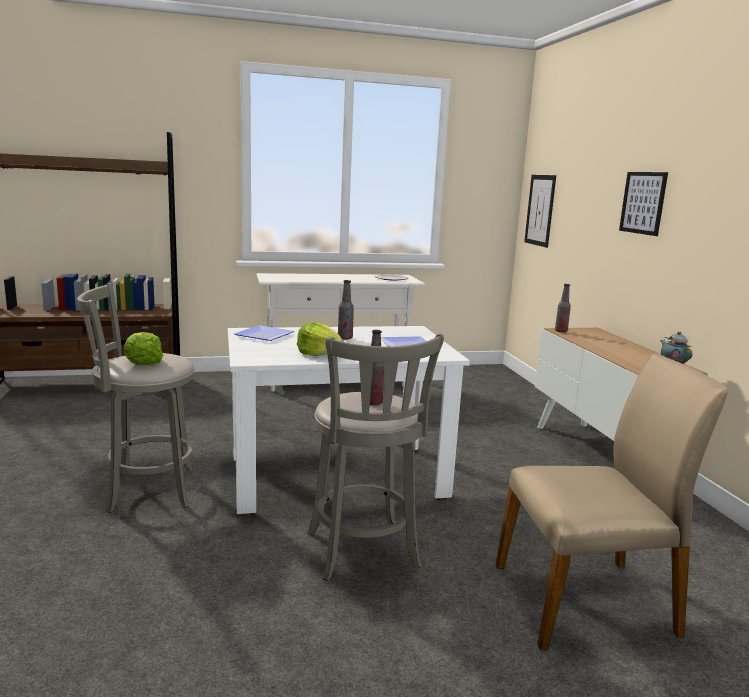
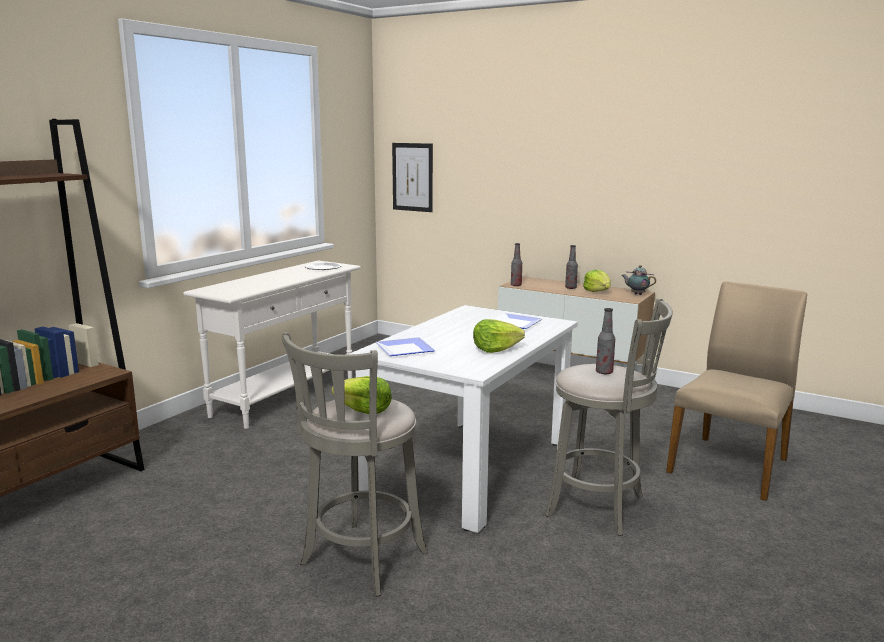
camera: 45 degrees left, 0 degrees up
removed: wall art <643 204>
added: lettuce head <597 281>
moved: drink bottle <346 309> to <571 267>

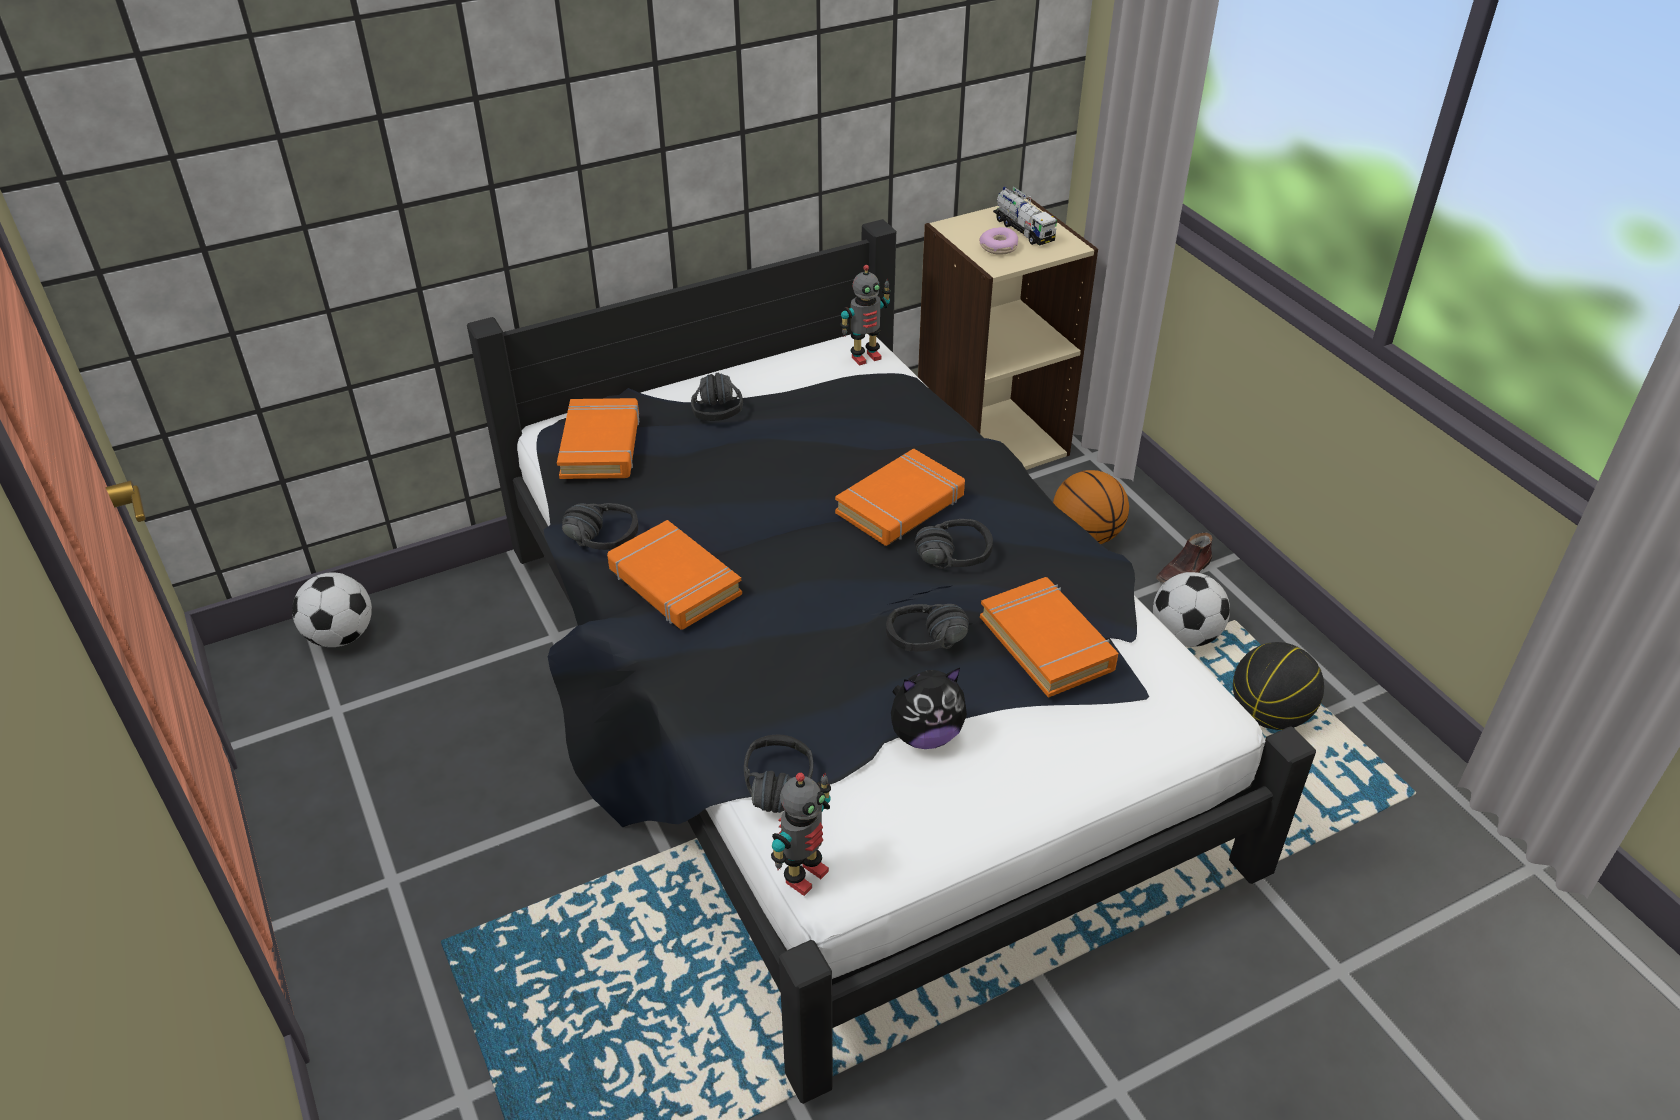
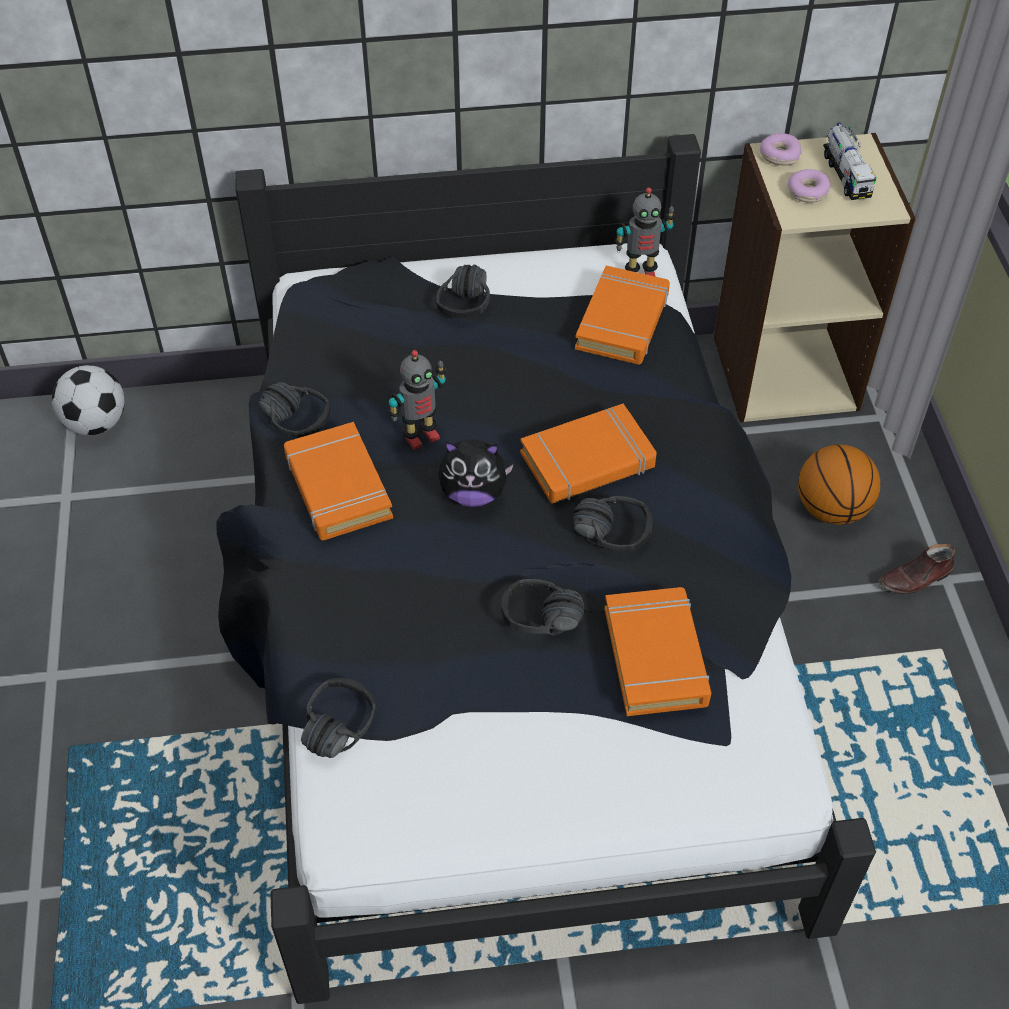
camera: 20 degrees right, 10 degrees up
removed: football <1191 609>; basketball <1278 686>
added: donut <781 149>
moved: orangey bound book <598 438> to <622 315>; toy robot <801 834> to <417 400>; soft toy <929 708> to <476 473>

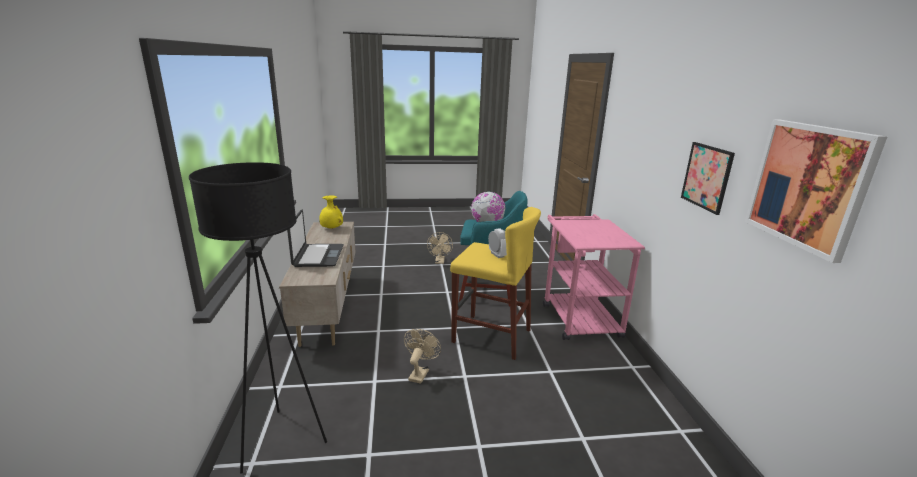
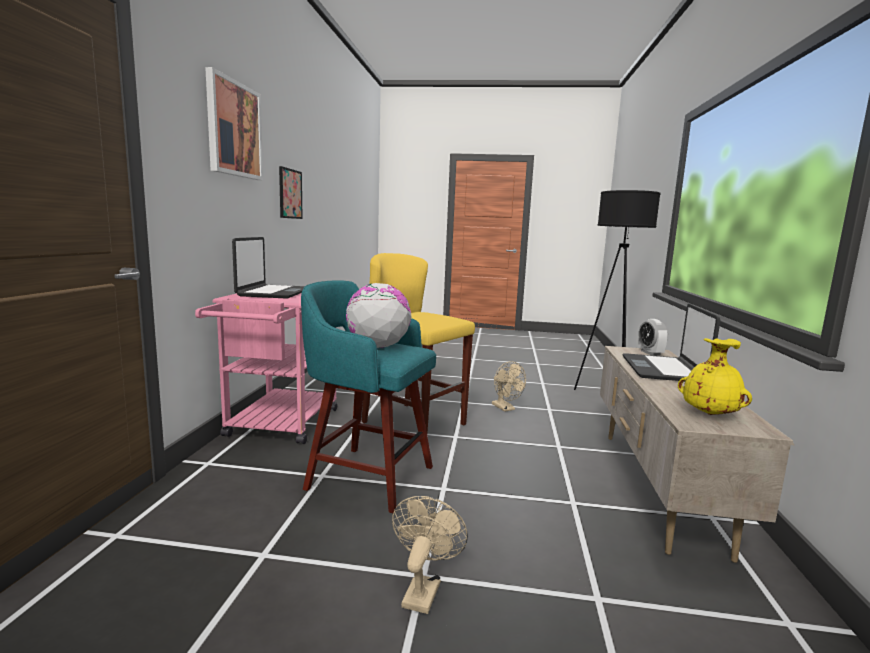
camera: 165 degrees left, 10 degrees down
added: portable computer <268 268>
moved: bedside clock <497 243> to <653 337>; wall art <816 191> to <234 123>
turned: beige-coloured electric fan <422 356> = <509 386> 60 degrees counterclockwise

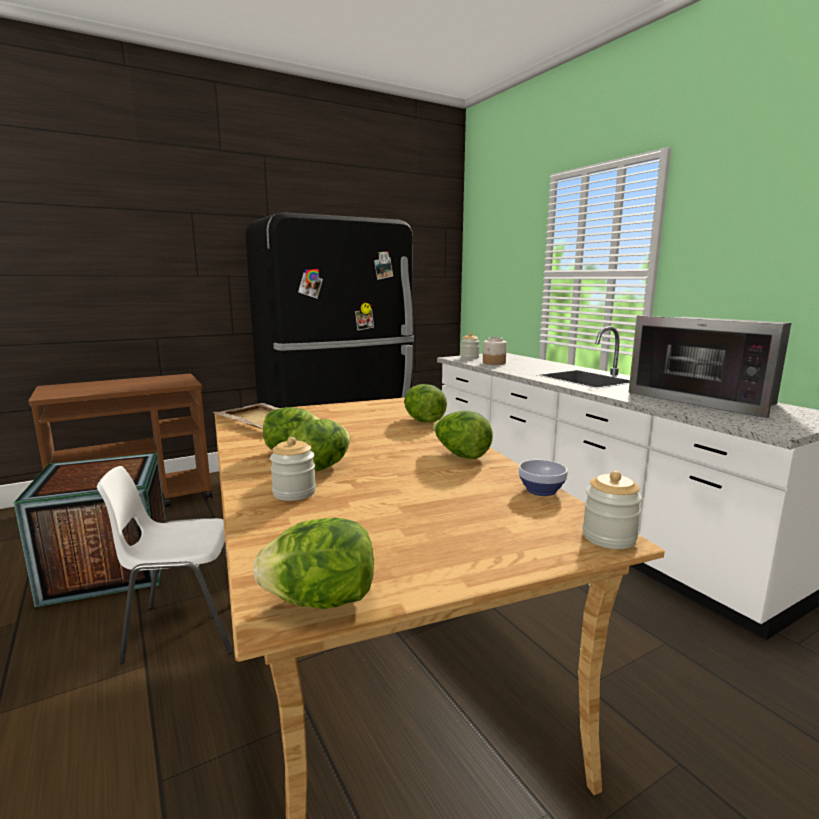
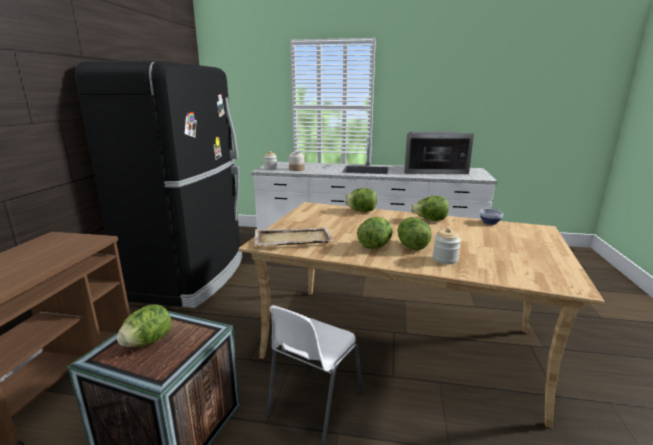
camera: 50 degrees left, 5 degrees up
removed: jar <612 510>
moved: lettuce head <314 563> to <144 325>

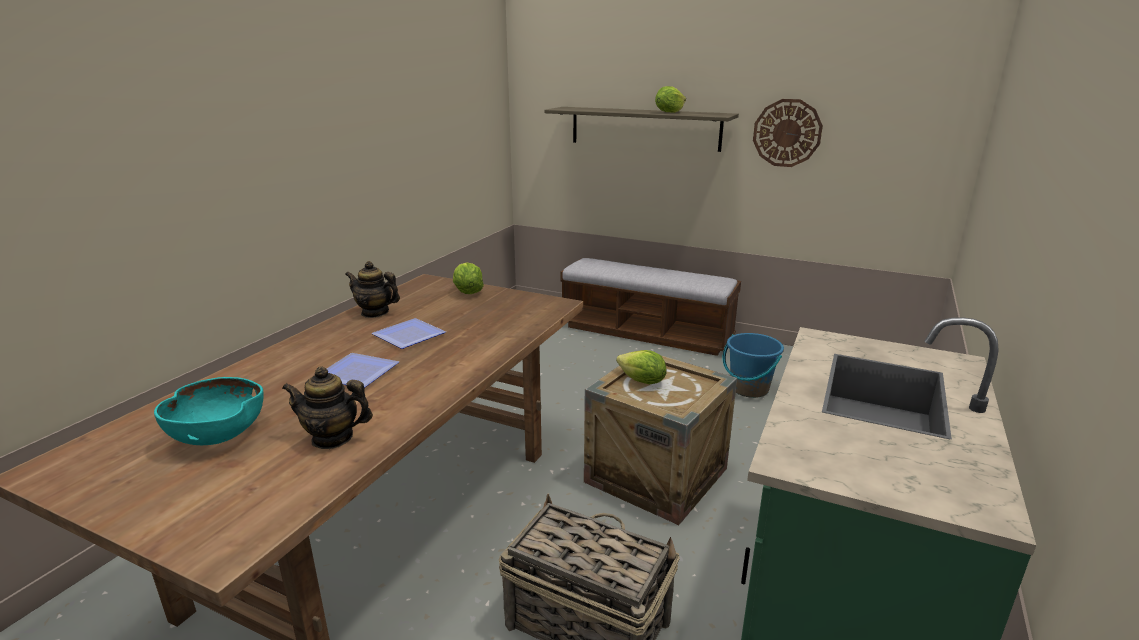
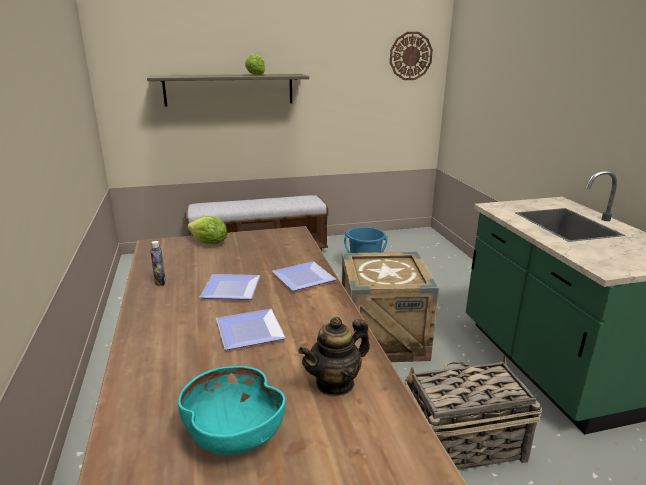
camera: 40 degrees left, 0 degrees up
removed: lettuce head <641 367>
added: flat dish <304 276>
moved: hanging clock <788 133> to <411 56>
replaced: teapot <372 289> to drink bottle <158 263>

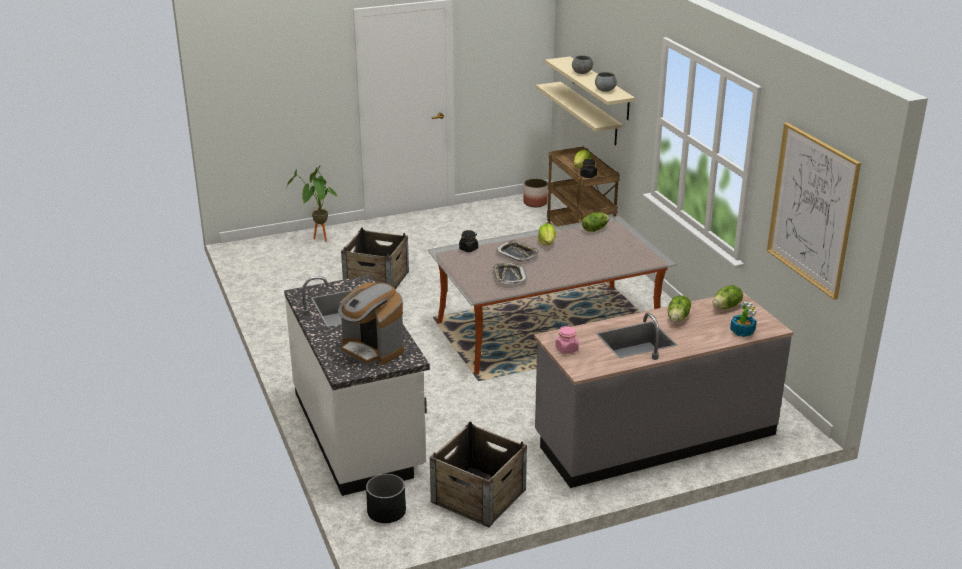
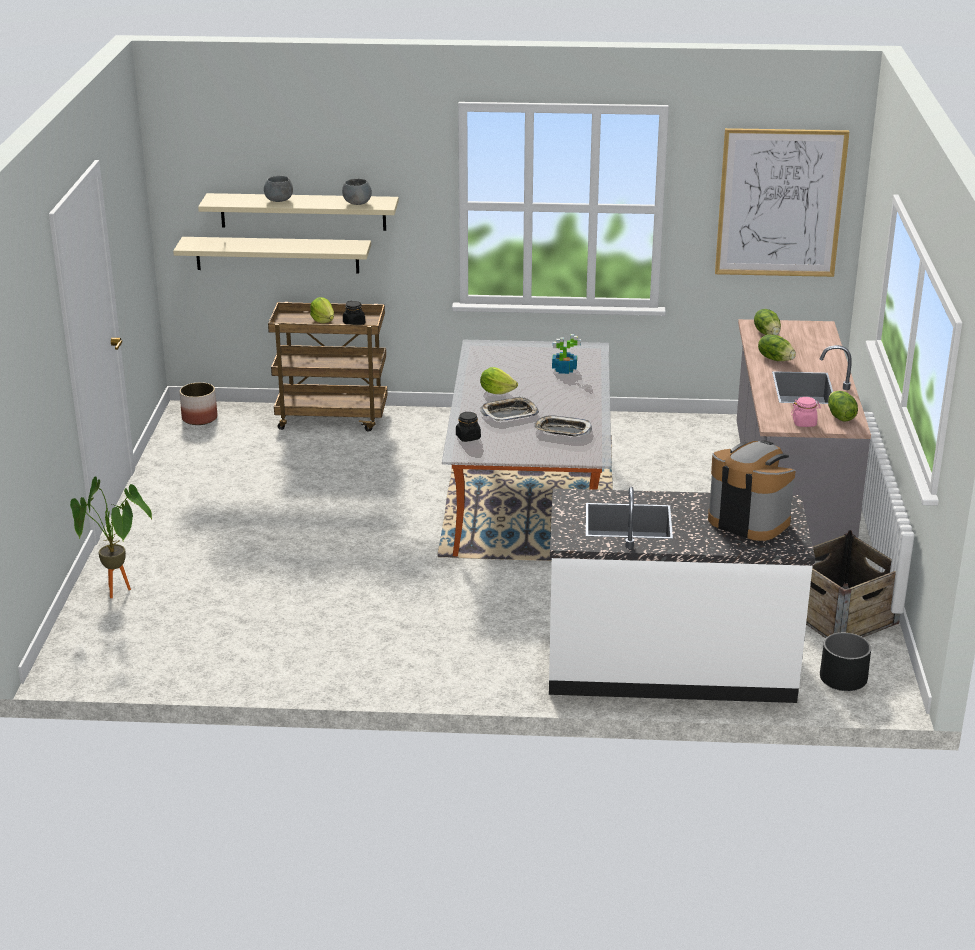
camera: 65 degrees left, 0 degrees up
removed: packing crate <375 258>
moved: lettuce head <595 222> to <843 406>; plant in a pot <743 319> to <566 354>
turned: coffee machine <371 323> = <752 490> 120 degrees counterclockwise

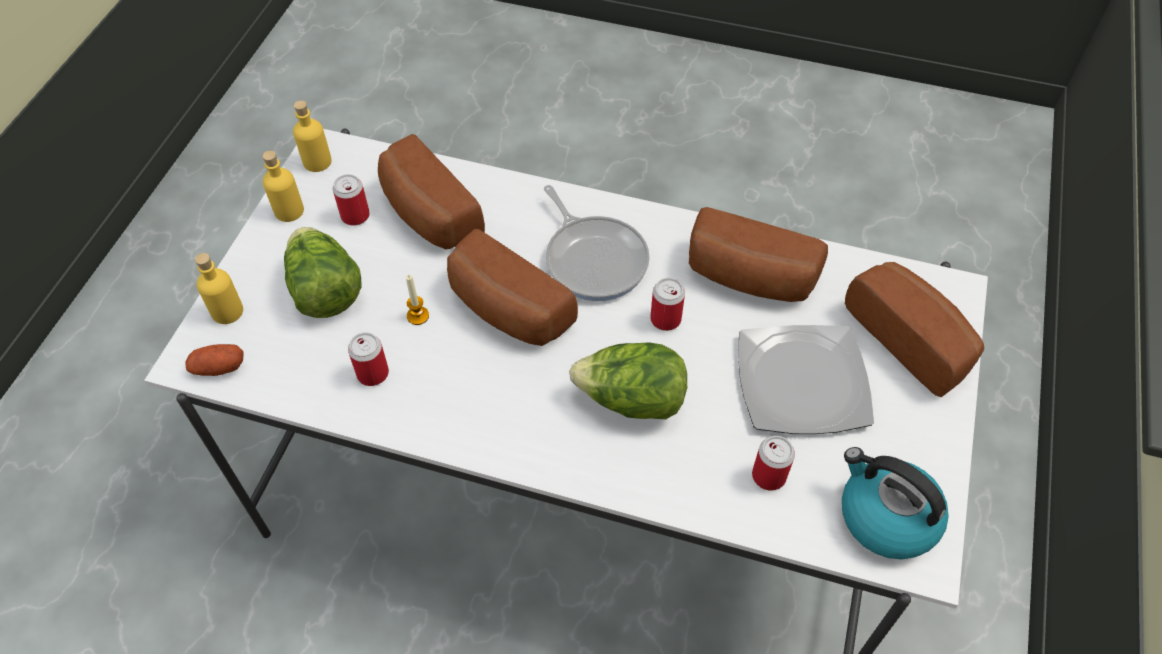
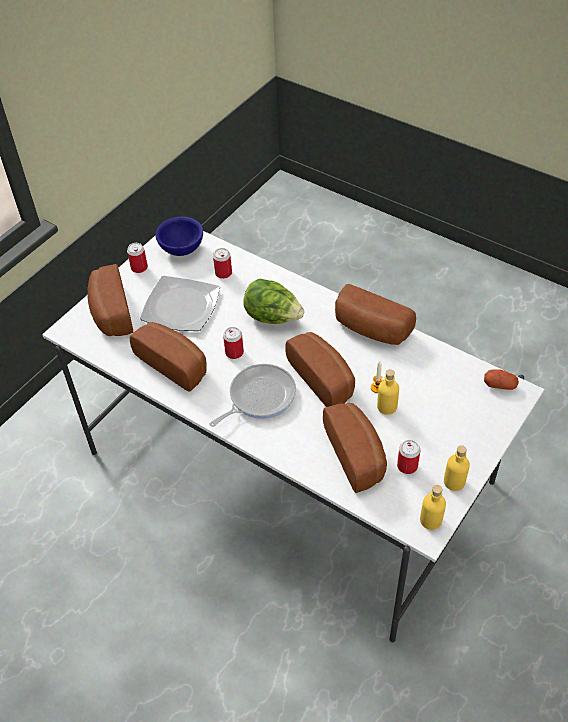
camera: 160 degrees left, 5 degrees down
removed: lettuce head <323 272>
added: bakery bread <375 314>
moved: yellowish drink bottle <219 288> to <388 392>; can <368 359> to <137 258>
replaced: kettle <895 503> to blue deep dish <179 236>
turned: frying pan <597 243> = <252 395> 60 degrees clockwise

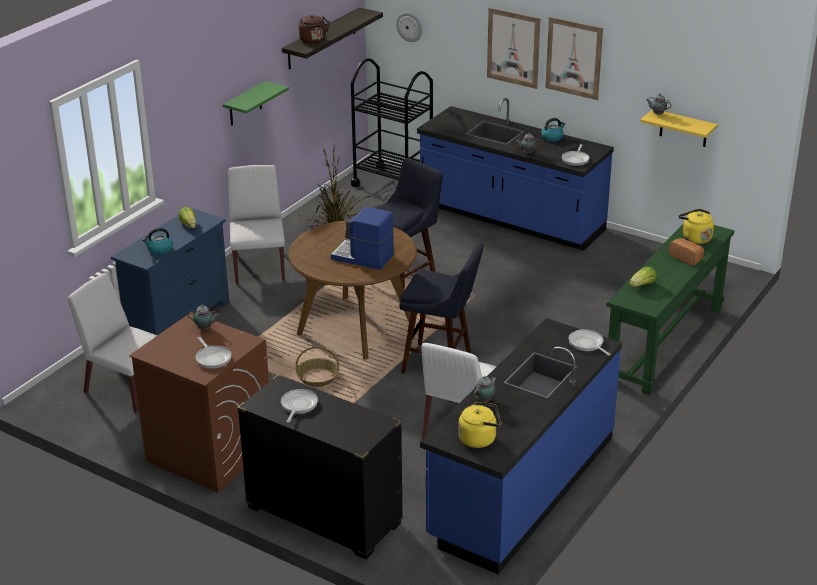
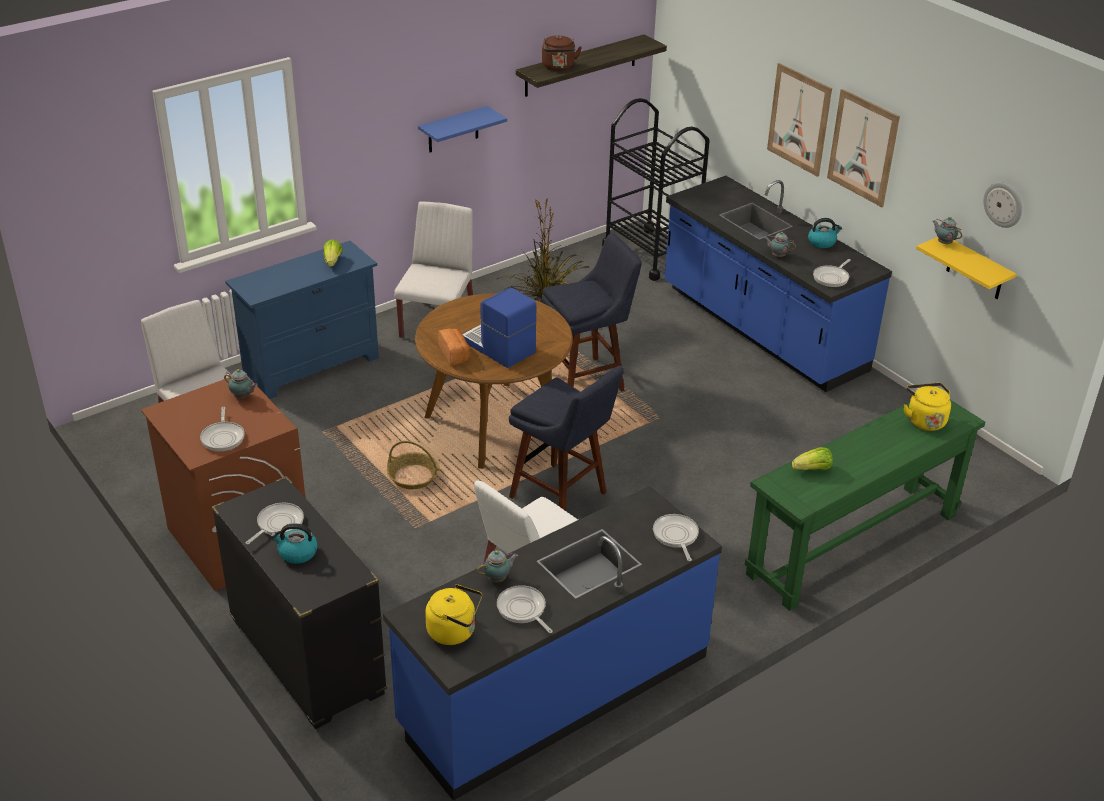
camera: 20 degrees right, 5 degrees up
added: frying pan <525 609>
moved: kettle <157 241> to <294 543>; hanging clock <409 27> to <1002 205>; bakery bread <686 252> to <454 347>
recoloured: green-coloured shelf <256 103> to blue shelf <462 129>

